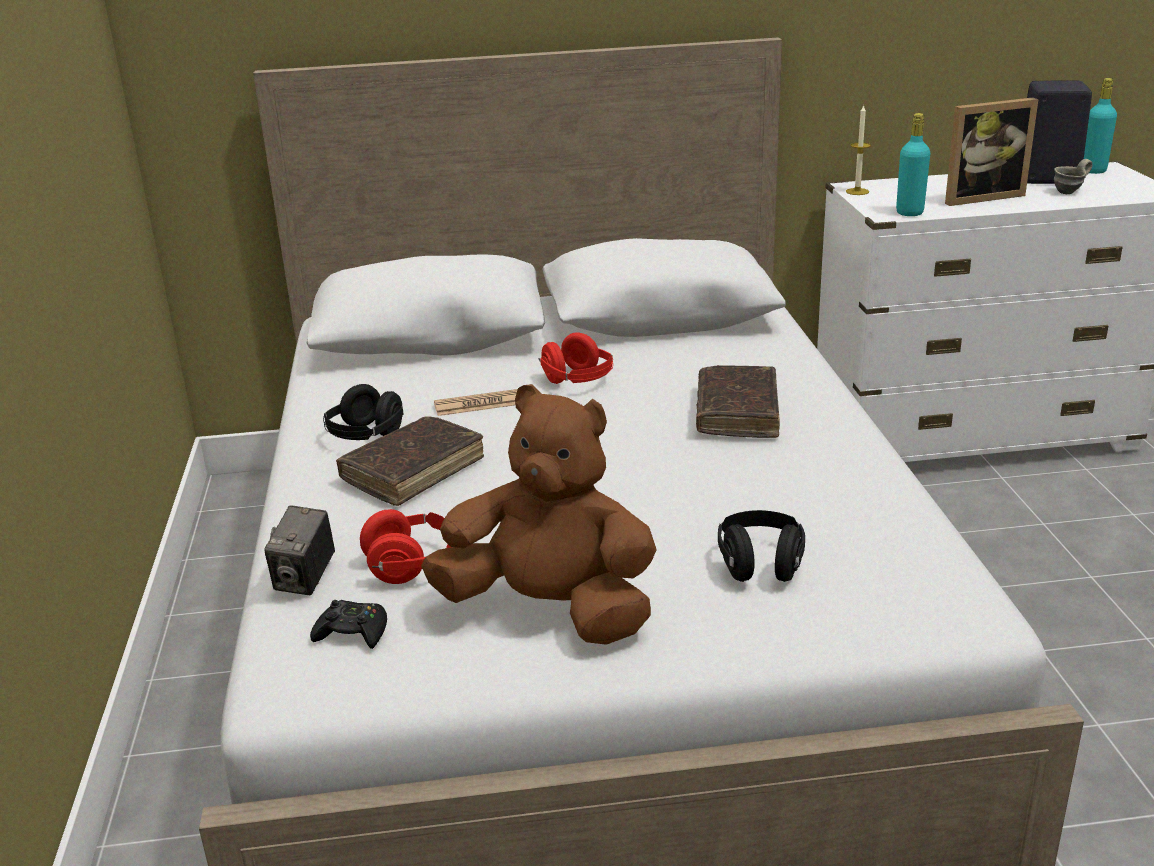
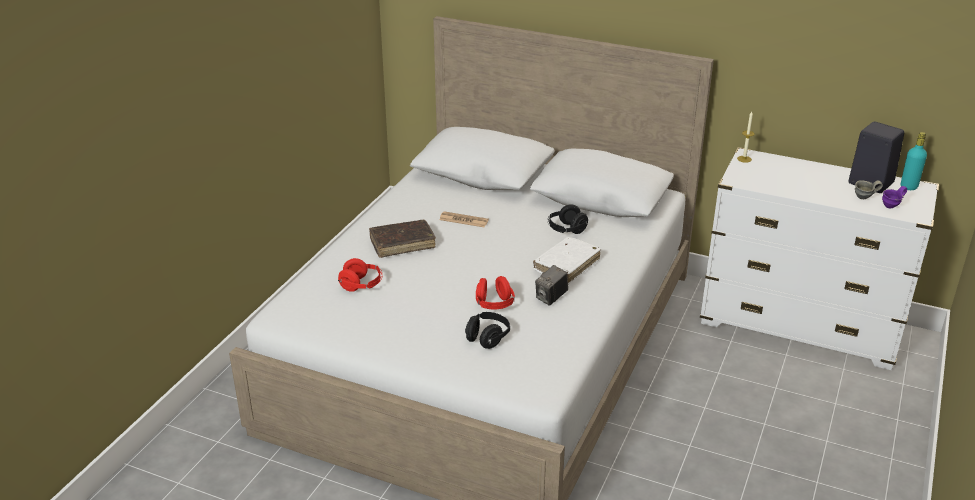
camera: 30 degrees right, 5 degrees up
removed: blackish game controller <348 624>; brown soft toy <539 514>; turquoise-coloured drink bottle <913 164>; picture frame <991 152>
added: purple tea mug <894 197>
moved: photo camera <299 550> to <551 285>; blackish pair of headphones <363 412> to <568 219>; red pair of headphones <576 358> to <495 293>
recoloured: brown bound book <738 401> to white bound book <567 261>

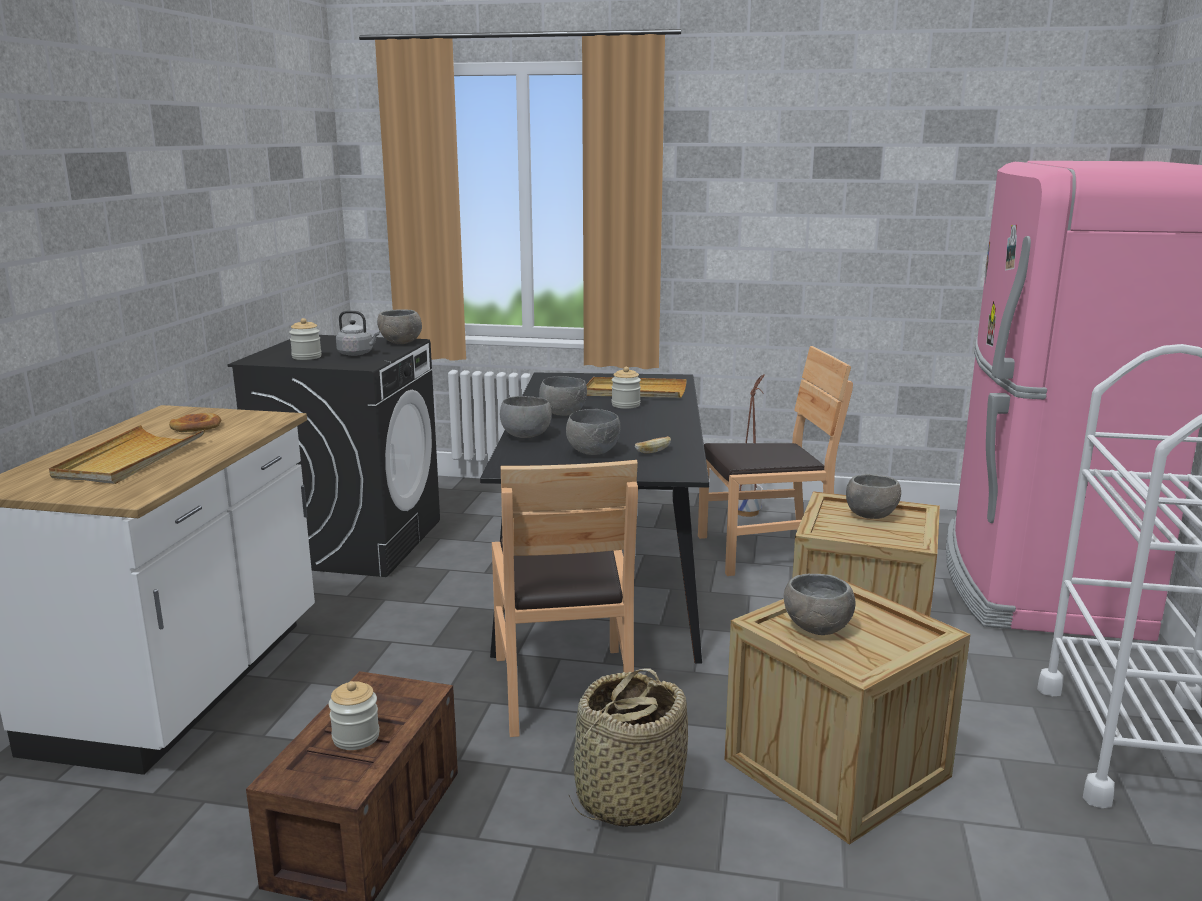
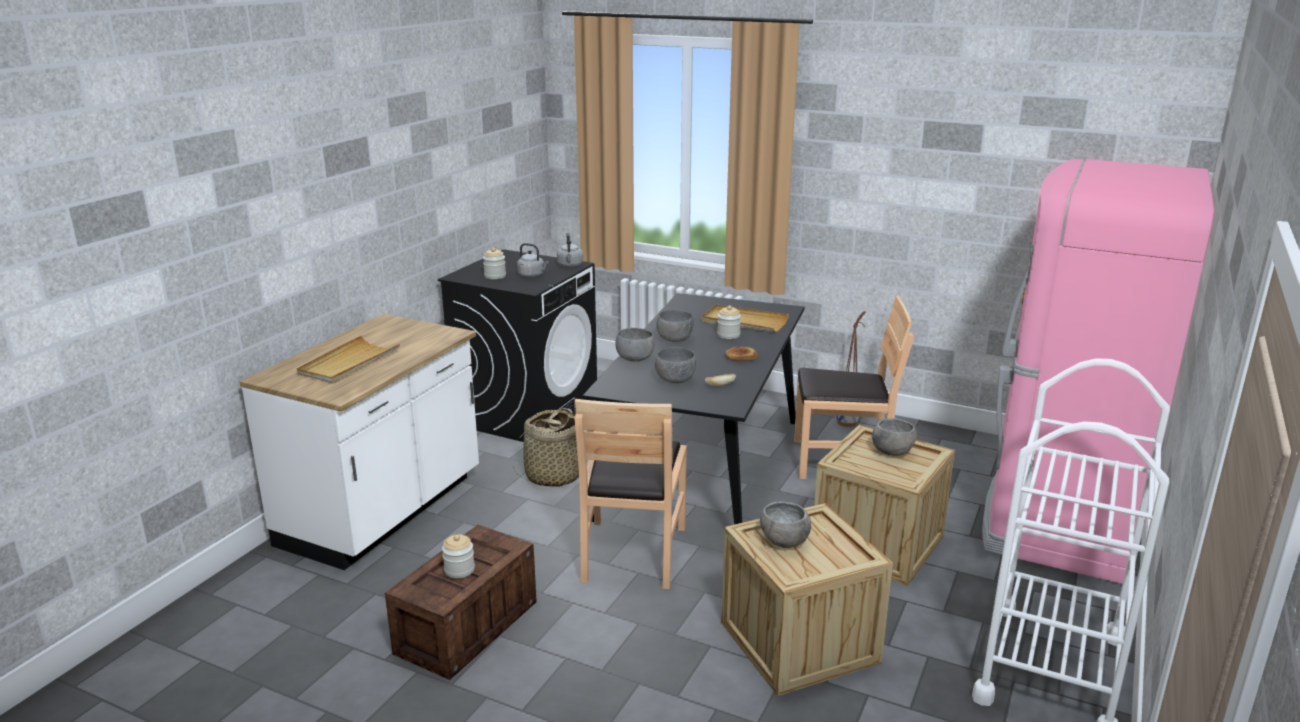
camera: 15 degrees right, 5 degrees up
moved: bakery bread <195 422> to <741 354>; storage basket <628 747> to <546 447>
replaced: greyish deep dish <399 326> to greyish kettle <570 250>

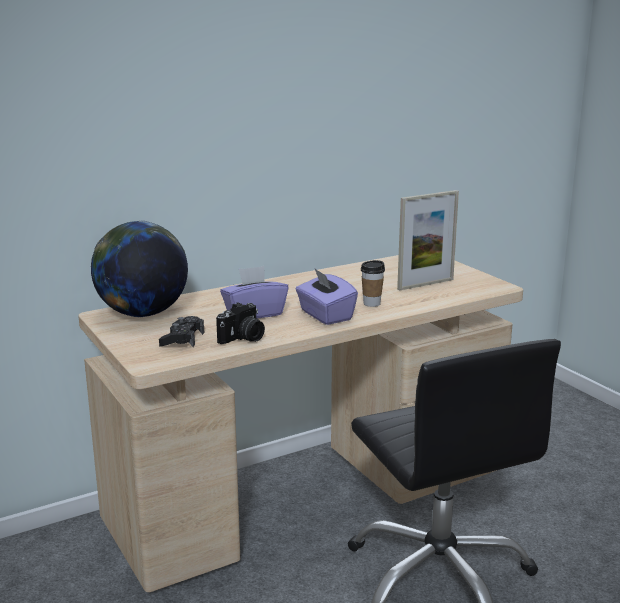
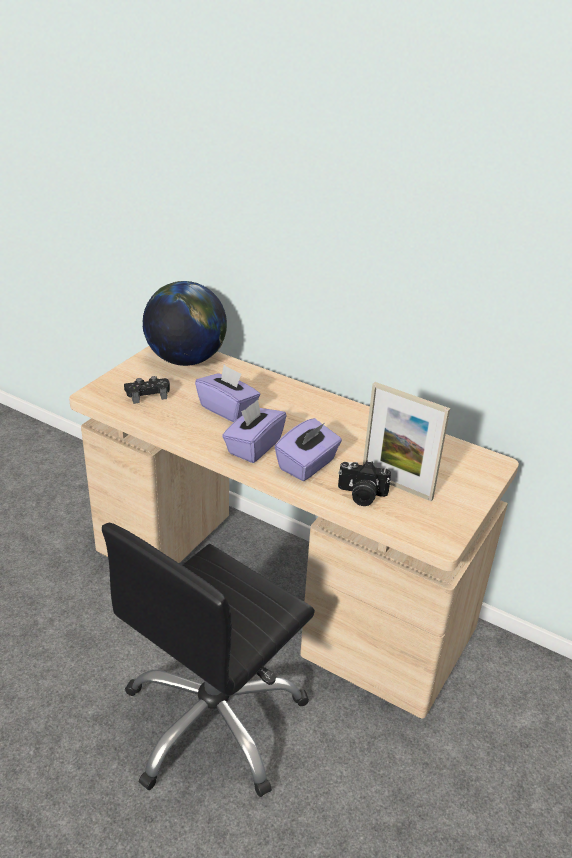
camera: 60 degrees right, 15 degrees up
moved: photo camera <240 323> to <364 483>
replaced: drinking cup <373 283> to purple box of tissues <308 449>

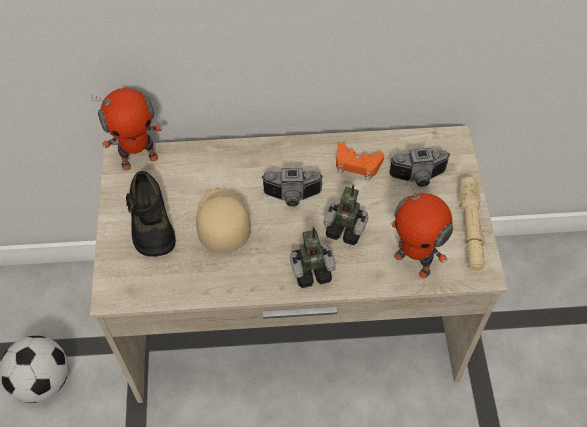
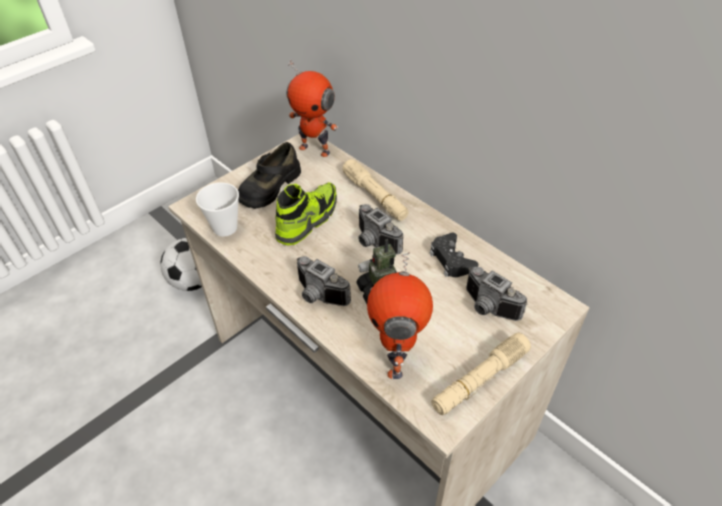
camera: 50 degrees right, 10 degrees down
added: drinking cup <217 210>; beige-coloured torch <375 190>
replaced: beige-coloured cap <223 220> to shoe <306 213>; toy robot <313 257> to photo camera <324 281>
recoloured: orangey game controller <360 161> to blackish game controller <454 255>

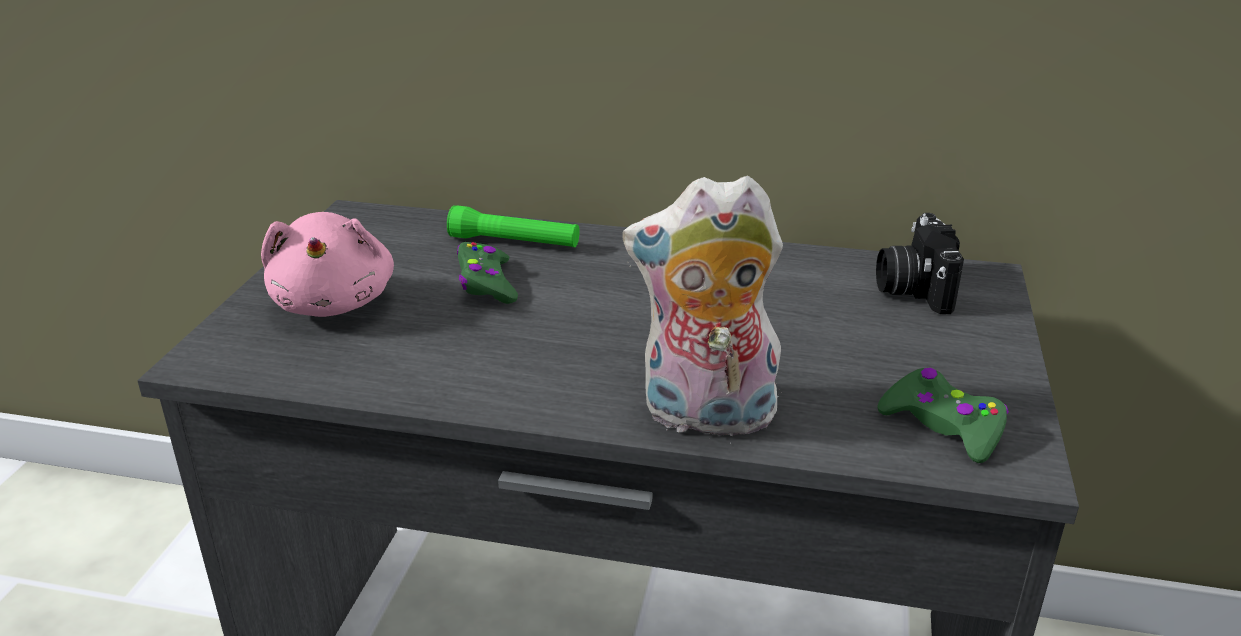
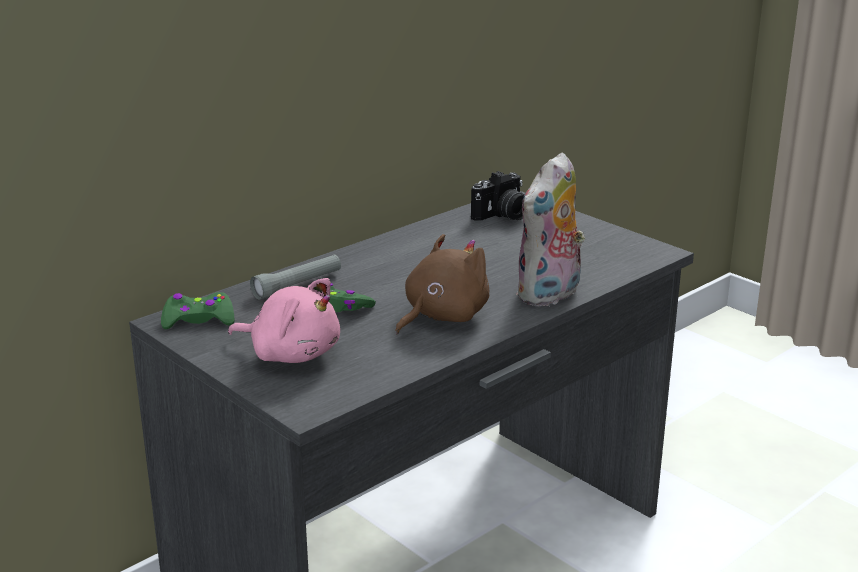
camera: 55 degrees left, 5 degrees down
added: brown soft toy <442 284>
moved: green-coloured game controller <943 415> to <198 310>
recoloured: green-coloured torch <513 226> to greyish torch <295 277>
turned: photo camera <920 263> = <497 196> 75 degrees counterclockwise

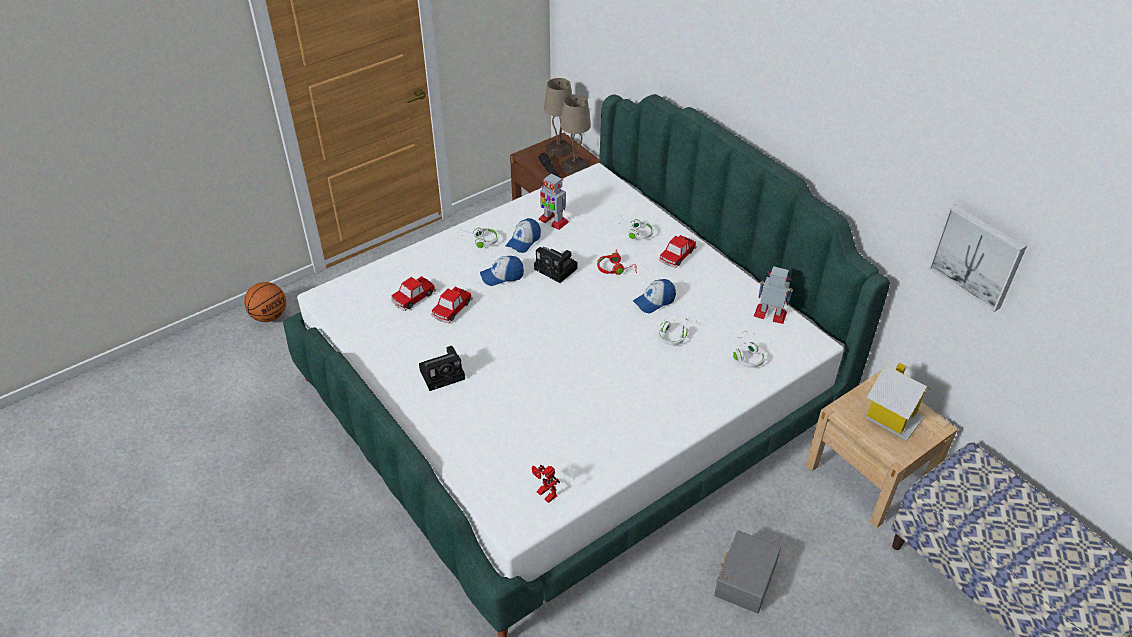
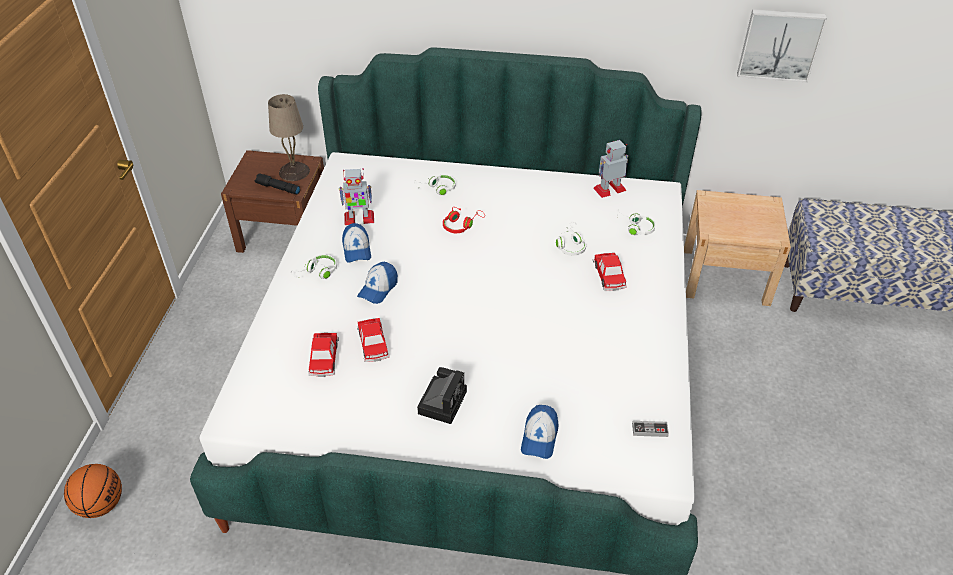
camera: 45 degrees left, 0 degrees up
removed: photo camera <555 265>; beige-coloured table lamp <558 117>; greyish storage container <747 571>; miniature house <899 402>
moved: cap <654 296> to <540 432>; model car <678 251> to <610 272>
replaced: toy robot <546 484> to game controller <650 429>

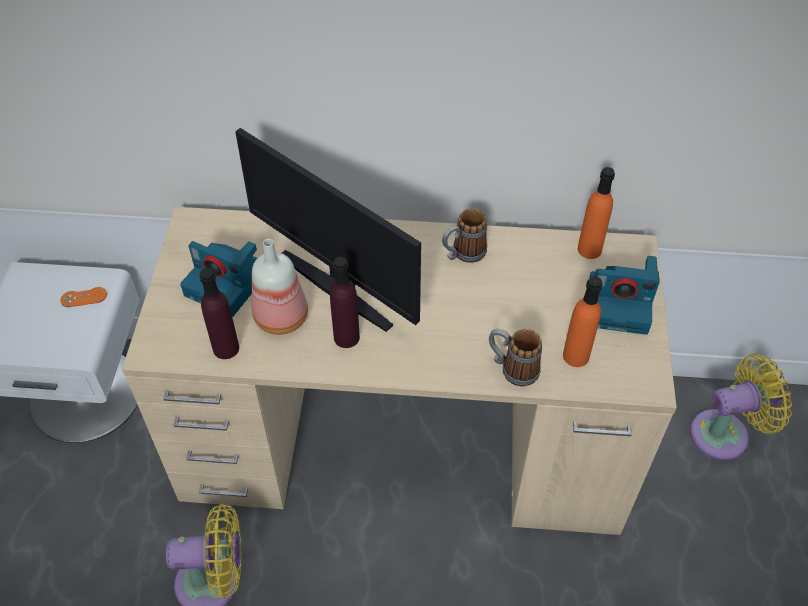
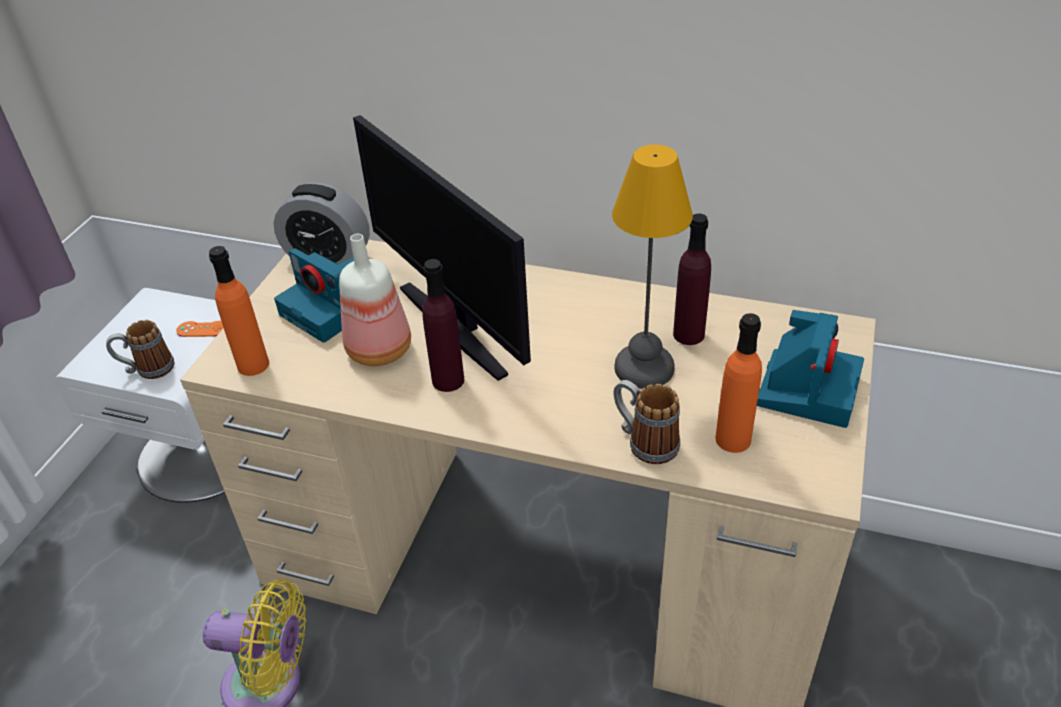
camera: 15 degrees right, 10 degrees down
removed: yellowish electric fan <741 407>
added: bedside clock <321 223>; table lamp <652 267>
moved: purple drink bottle <219 313> to <692 279>; tea mug <464 235> to <140 349>; orangey drink bottle <596 213> to <239 311>
turned: photo camera <624 295> = <810 369> 90 degrees counterclockwise

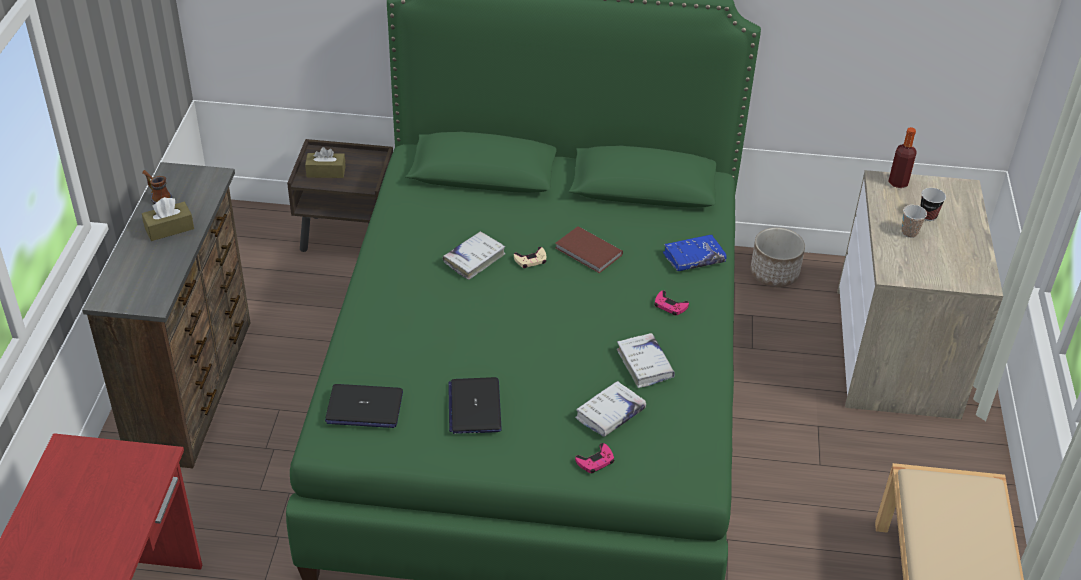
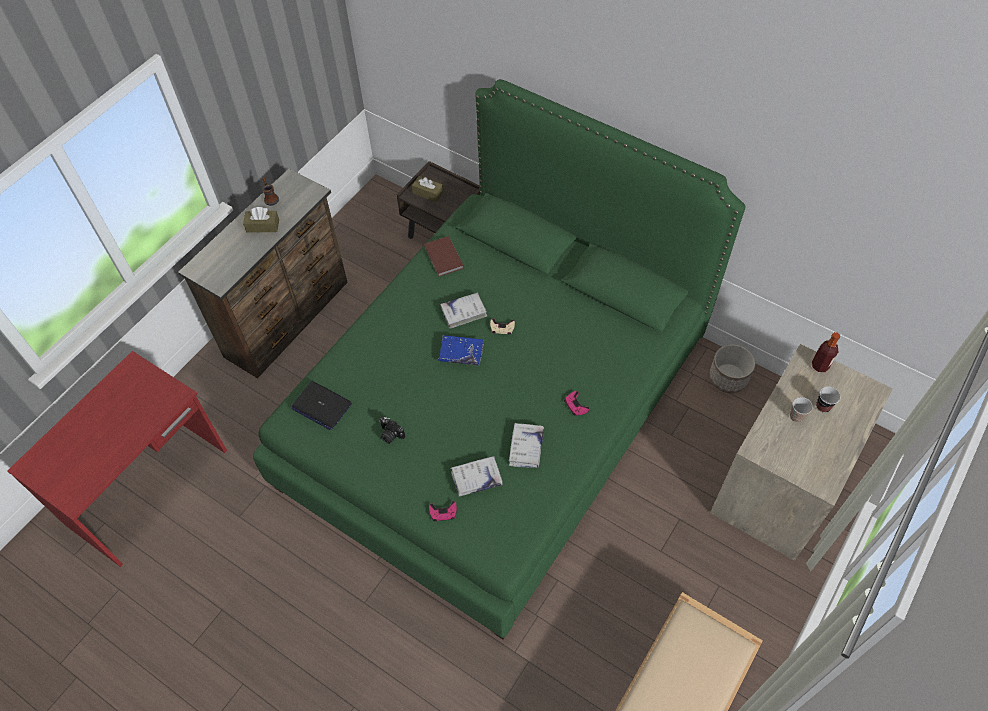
camera: 30 degrees right, 15 degrees up
moved: brown bound book <589 249> to <444 256>; blue bound book <695 253> to <461 350>
replaced: portable computer <475 405> to photo camera <392 430>

